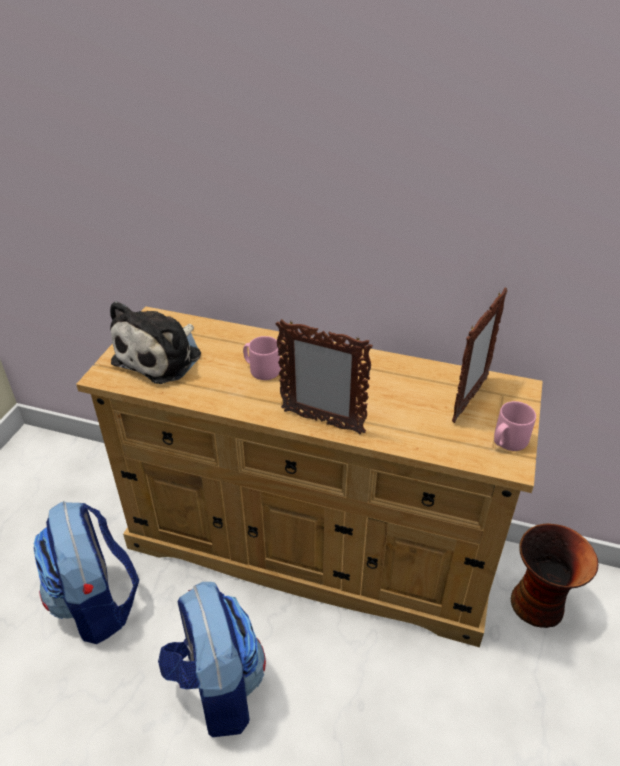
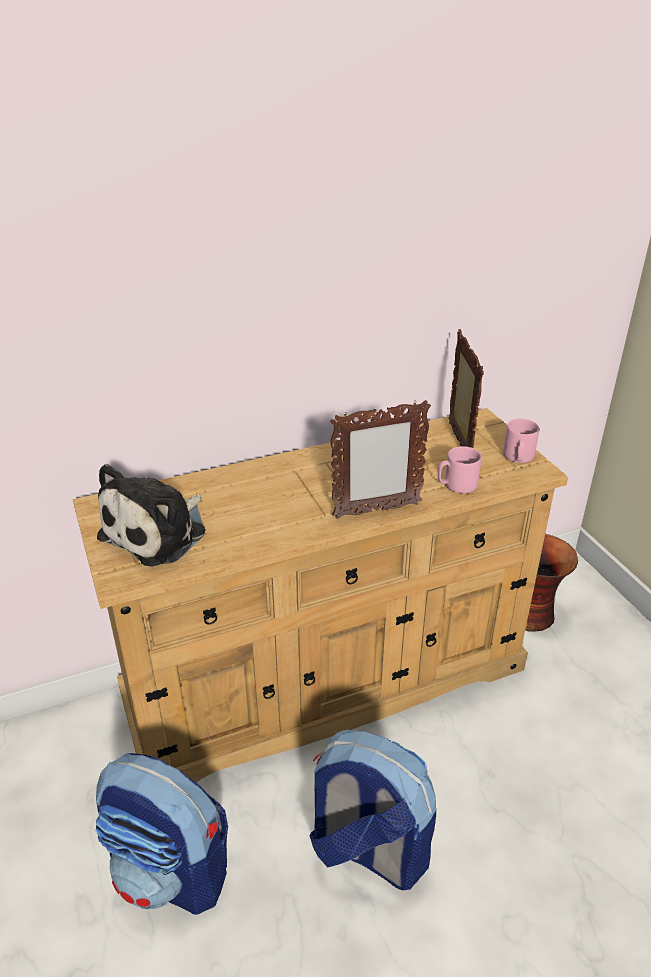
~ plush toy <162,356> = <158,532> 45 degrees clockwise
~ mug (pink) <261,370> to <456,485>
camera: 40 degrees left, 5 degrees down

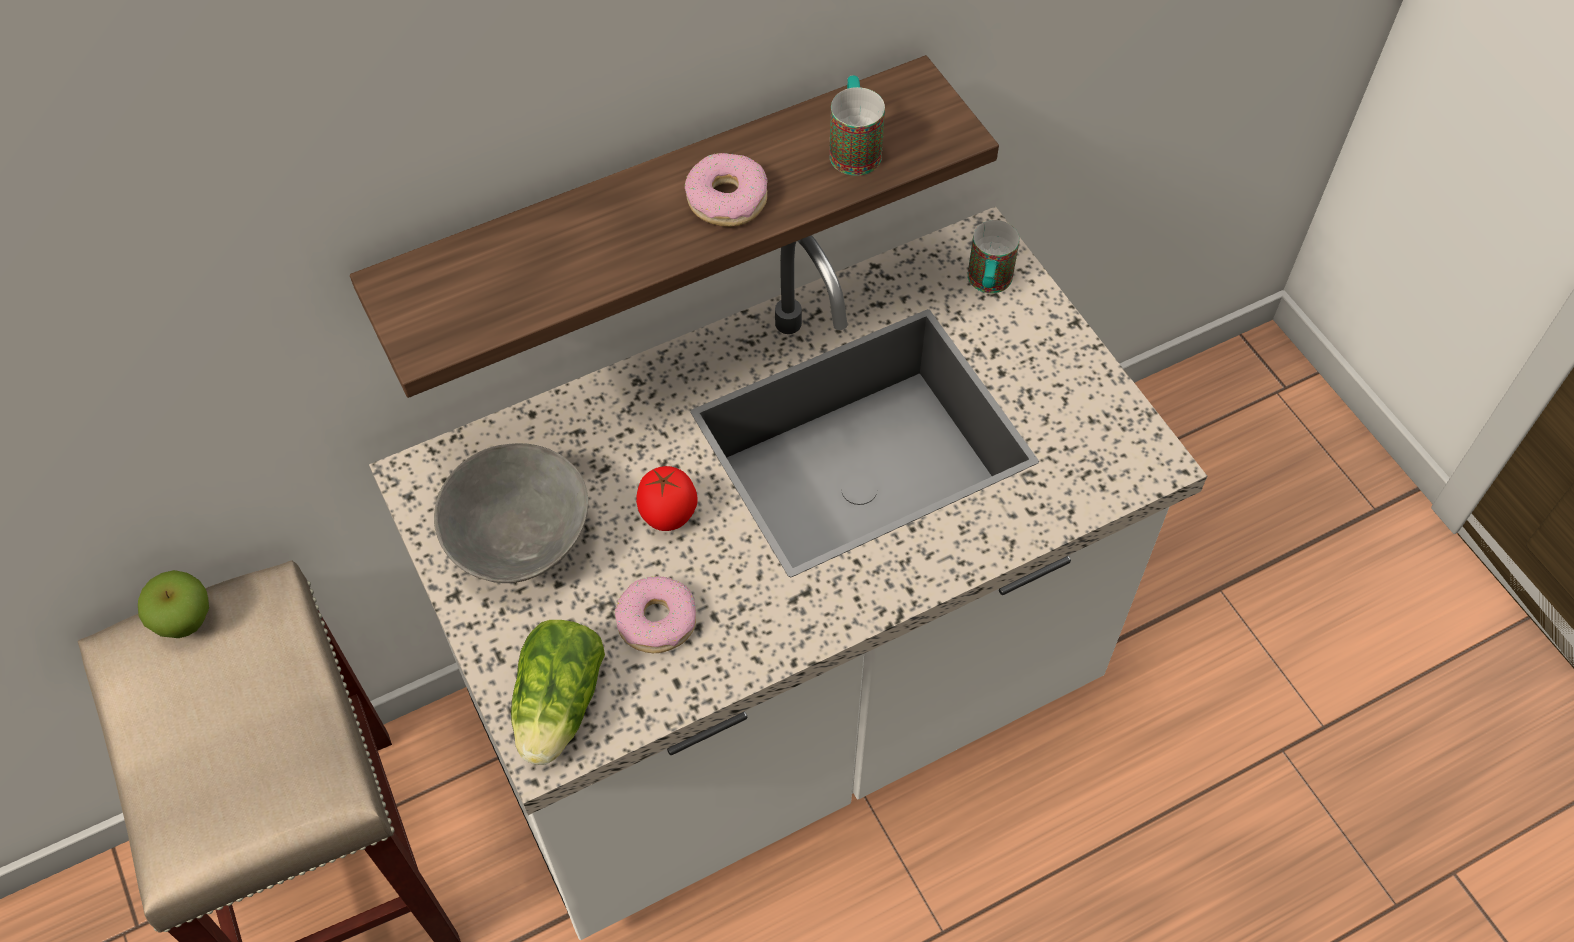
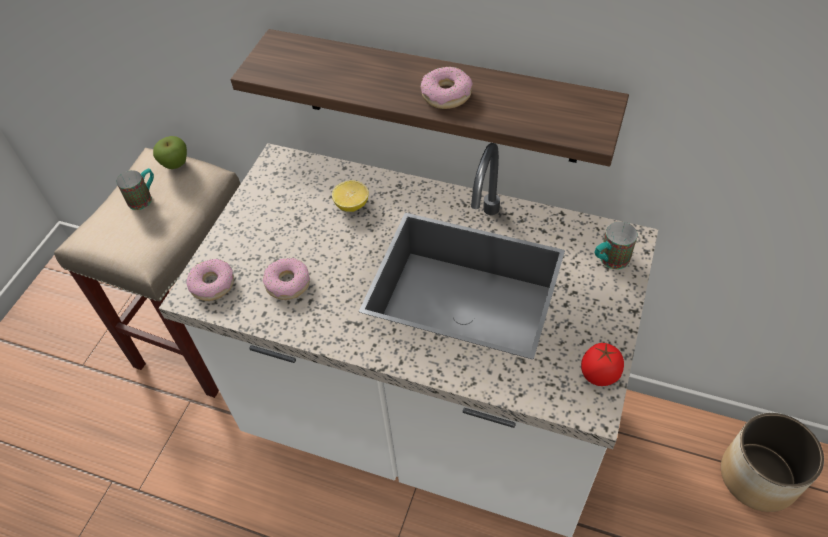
- bowl (grey) <519,543>
~ lettuce <557,709> to donut <212,284>
~ tomato <668,515> to <598,375>
~ mug <854,147> to <144,198>
+ lemon <352,205>
+ planter <758,477>
camera: 50 degrees right, 5 degrees down

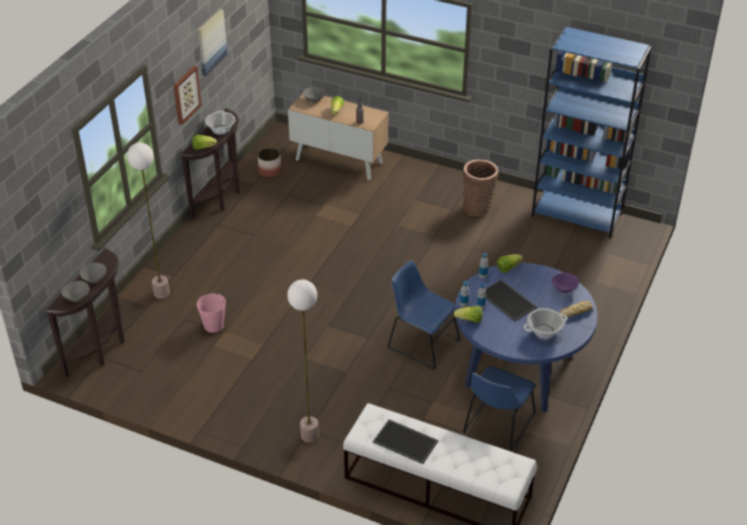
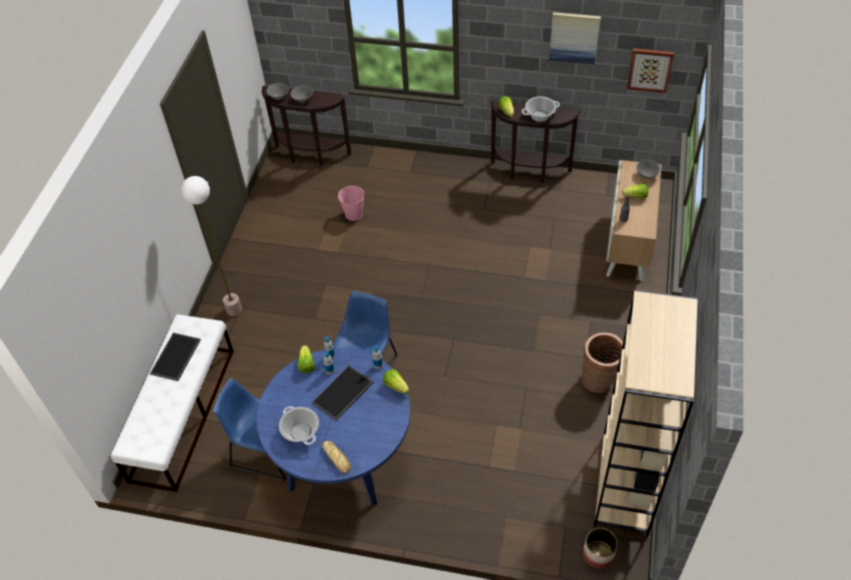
- floor lamp <161,293>
~ picture <186,94> to <650,69>
~ planter <270,171> to <598,554>
~ bookcase (blue) <577,215> to bookcase (beige) <625,485>
- bowl (purple) <563,289>
camera: 80 degrees right, 10 degrees up

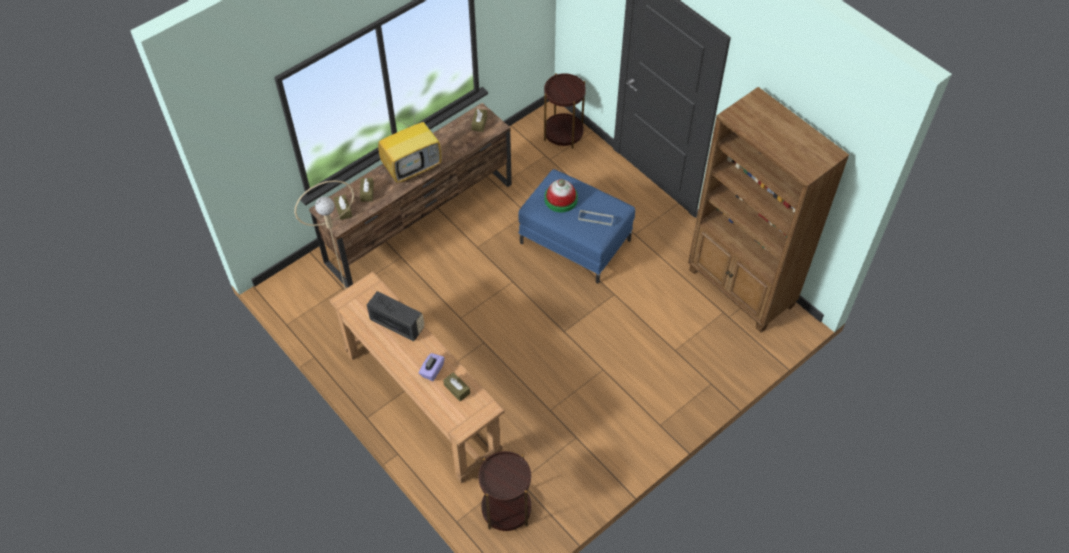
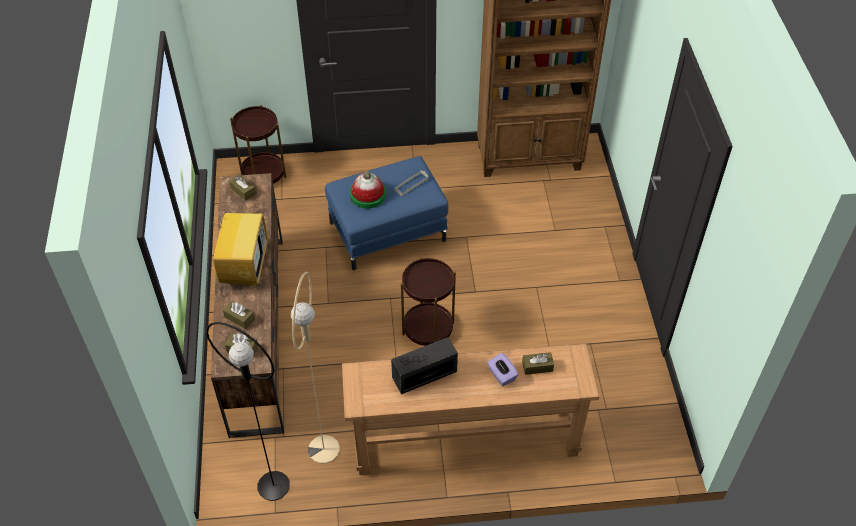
~ side table (brown) <506,509> to <428,328>
+ floor lamp (black) <273,486>
camera: 55 degrees left, 5 degrees down

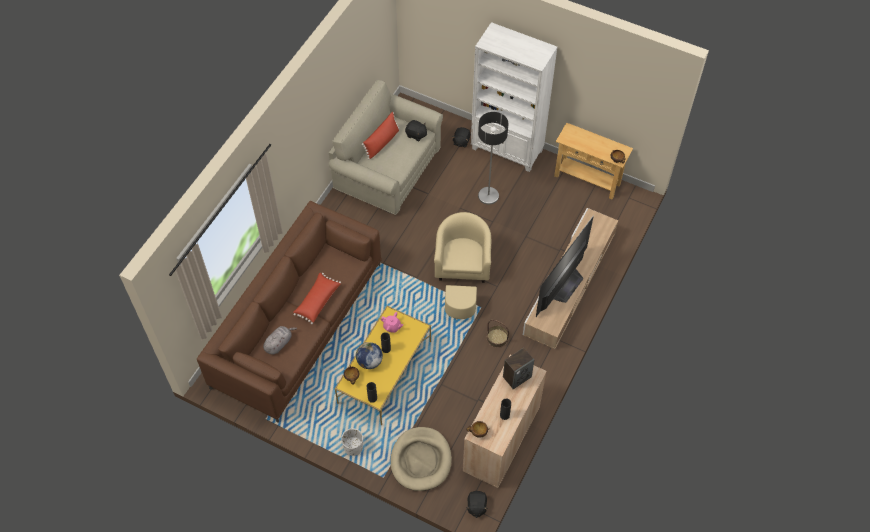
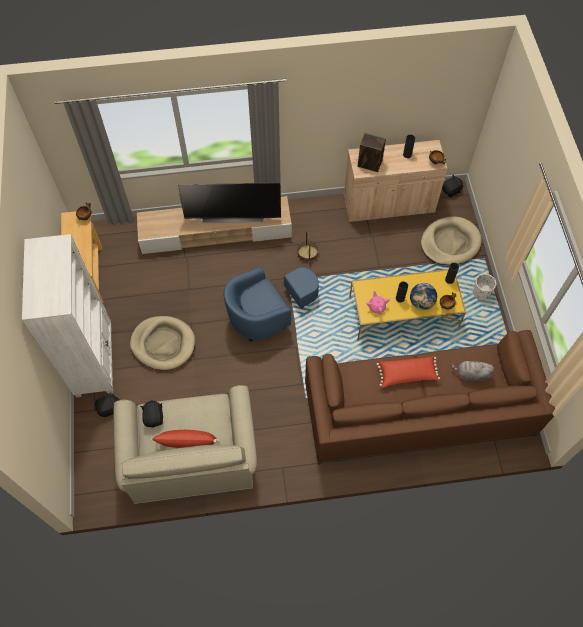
~ armchair (beige) <462,276> to armchair (blue) <267,313>
~ floor lamp <488,196> to dog bed (beige) <163,344>
camera: 125 degrees left, 5 degrees up

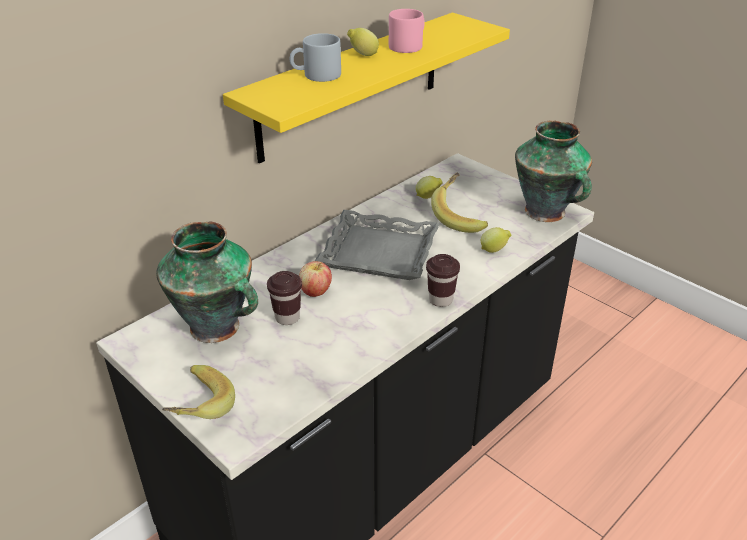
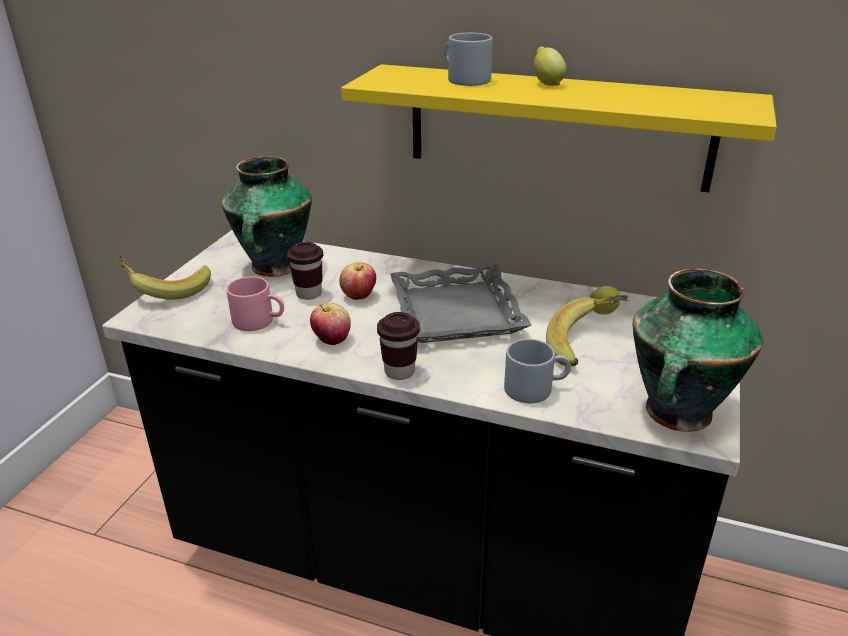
~ mug (pink) <408,45> to <260,321>
~ lemon <494,250> to mug (grey) <535,388>
+ apple <332,340>
camera: 65 degrees right, 5 degrees down

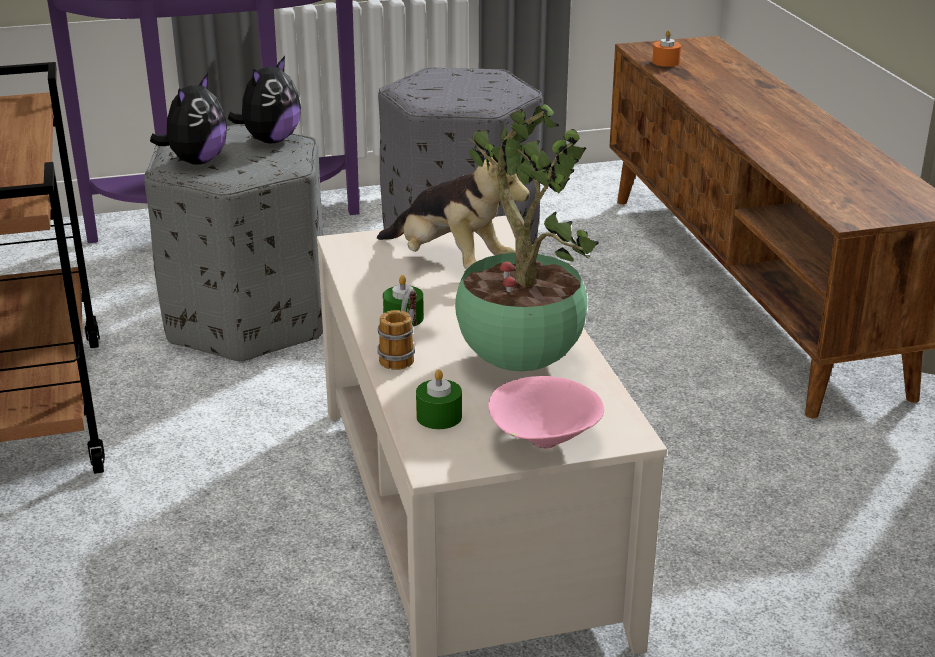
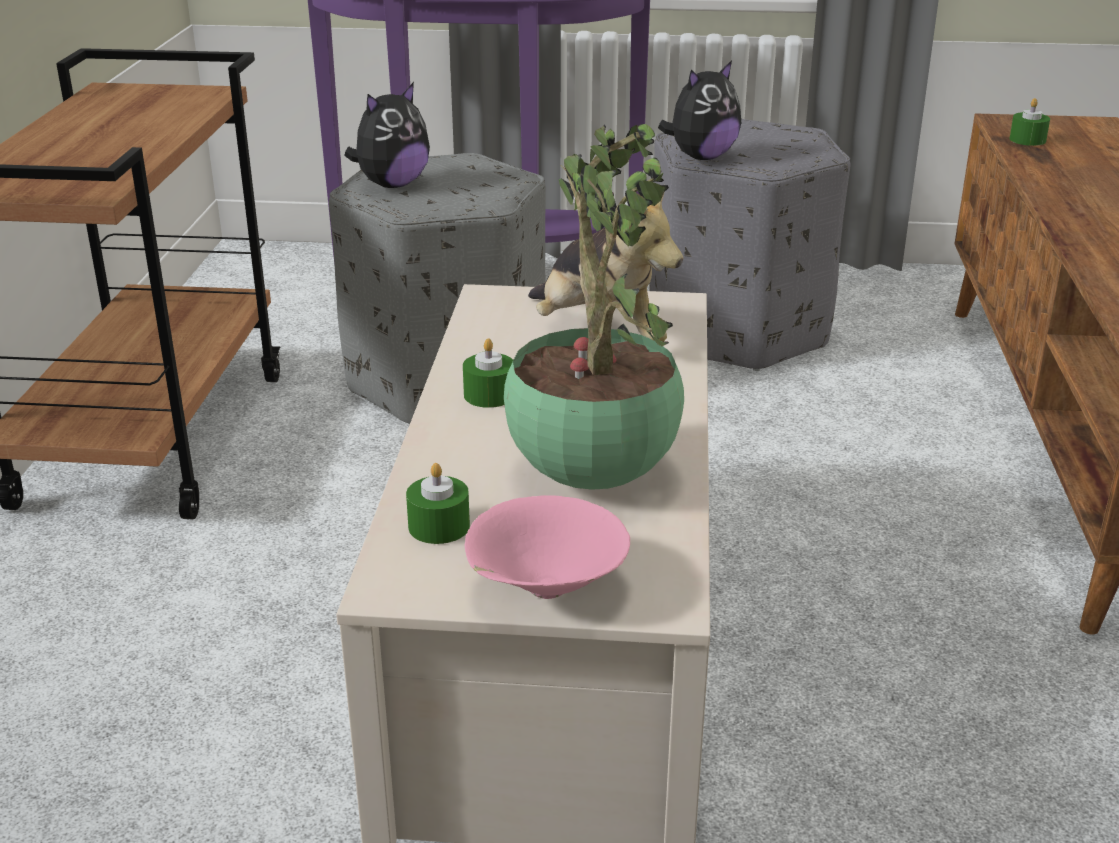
~ plush toy <270,140> to <701,157>
- mug <402,352>
~ candle (orange) <666,62> to candle (green) <1027,140>
camera: 20 degrees right, 0 degrees up

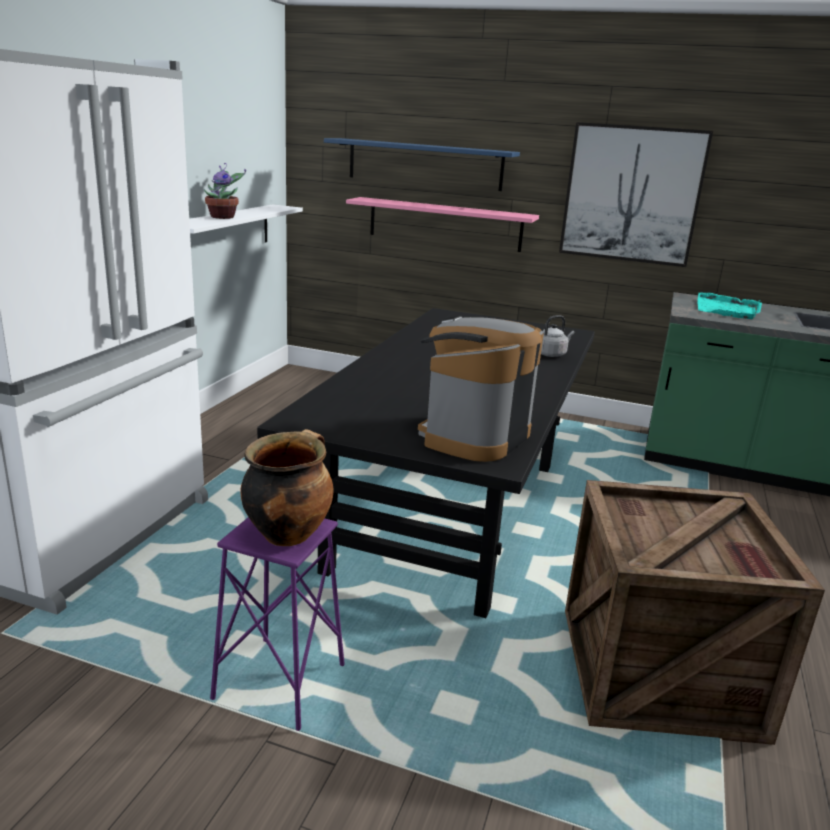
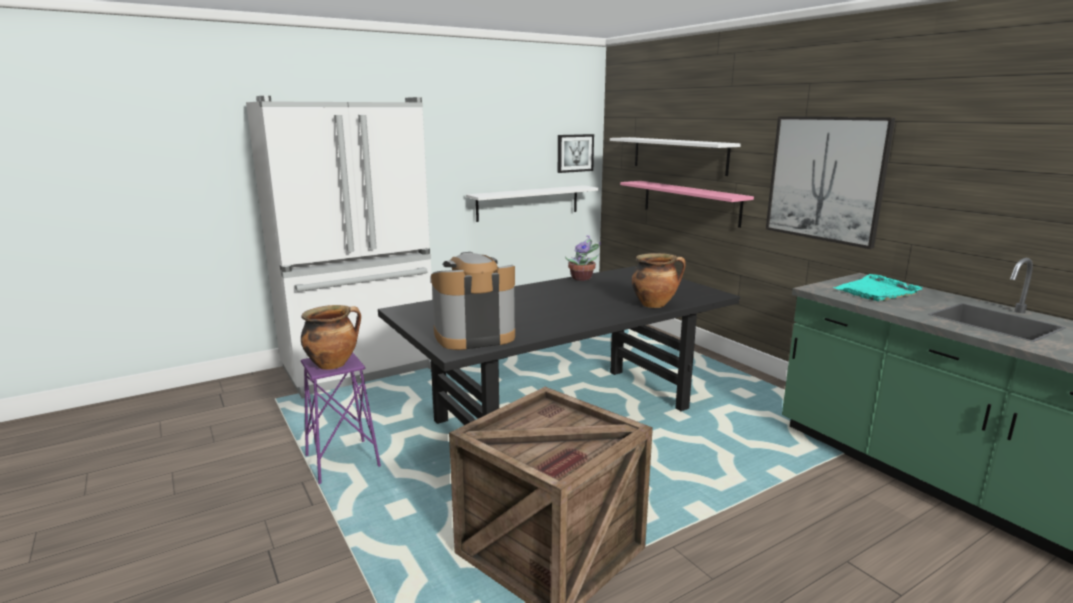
~ potted plant <224,217> to <583,278>
~ shelf (blue) <424,164> to shelf (white) <678,155>
~ kettle (grey) <551,354> to cooking pot <655,304>
+ picture <575,153>
camera: 40 degrees right, 5 degrees down

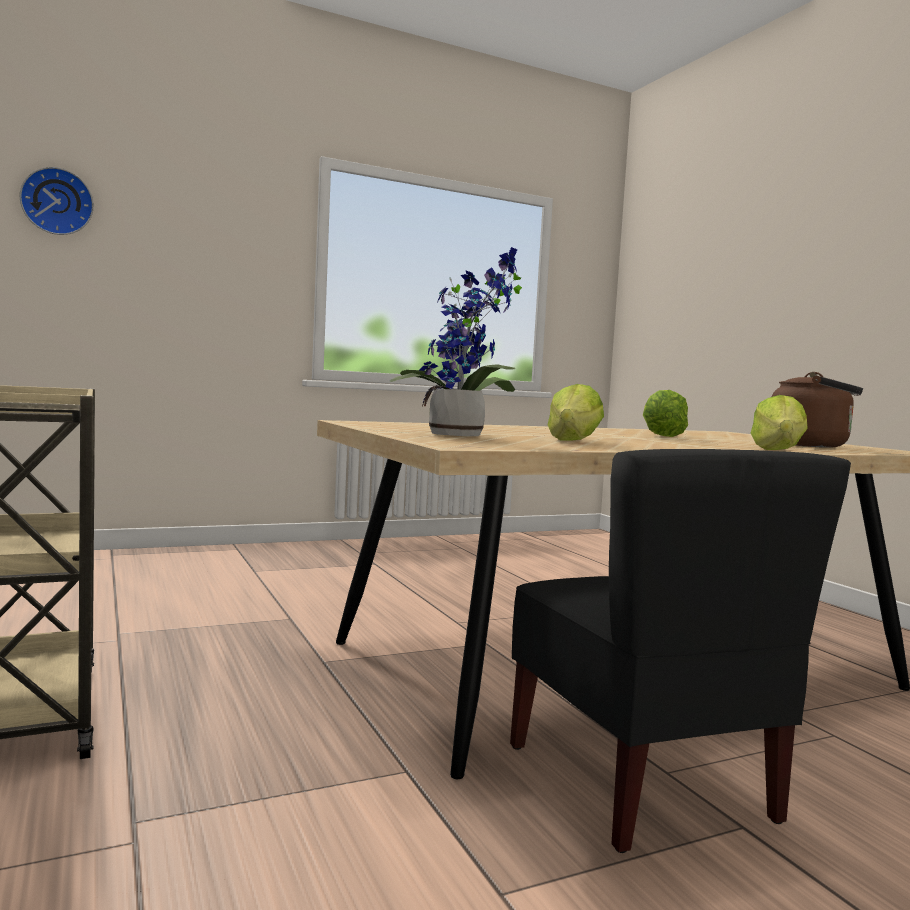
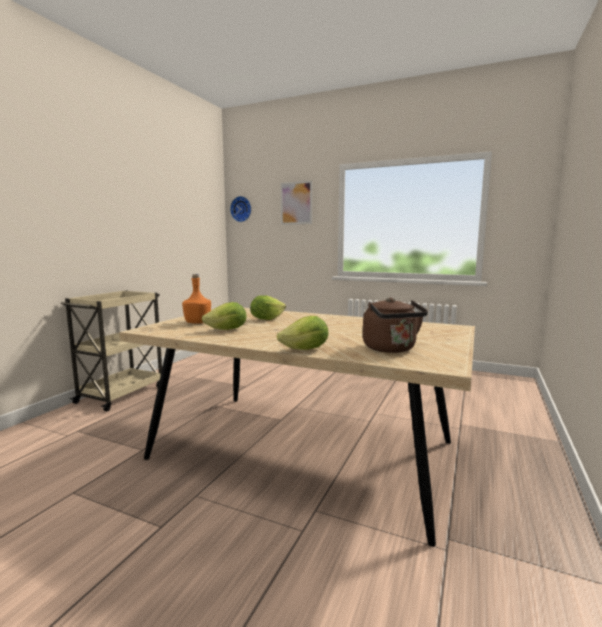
~ potted plant <462,436> to bottle (orange) <197,322>
- chair (black) <643,782>
~ lettuce <662,436> to <266,319>
+ picture <296,203>
camera: 50 degrees right, 5 degrees up

